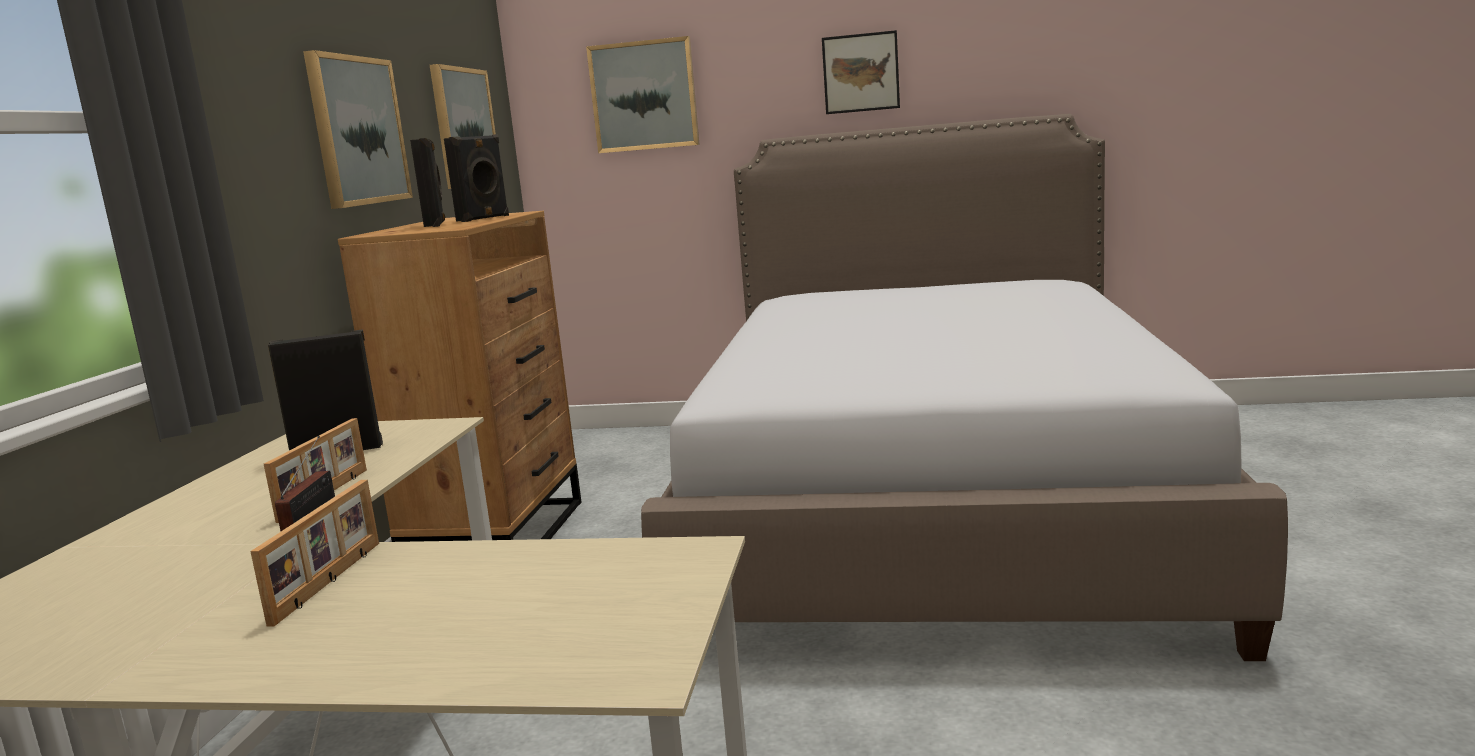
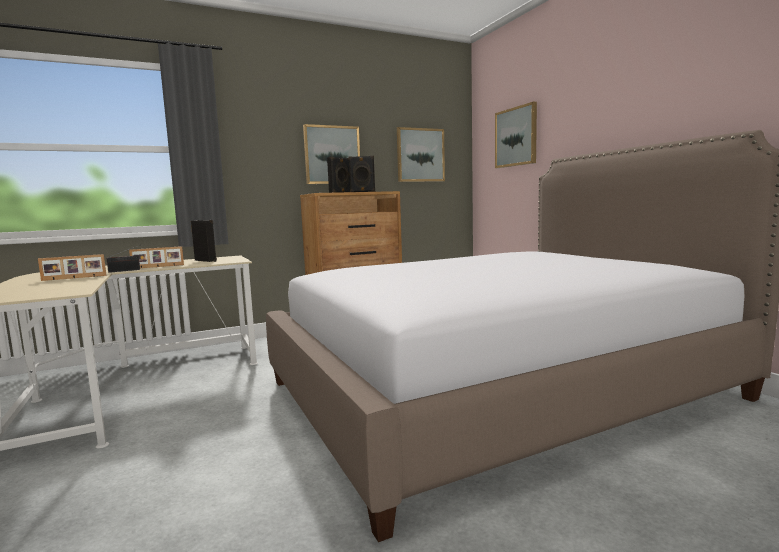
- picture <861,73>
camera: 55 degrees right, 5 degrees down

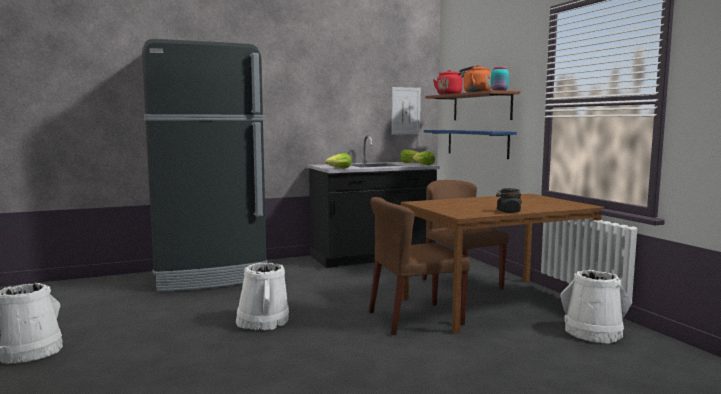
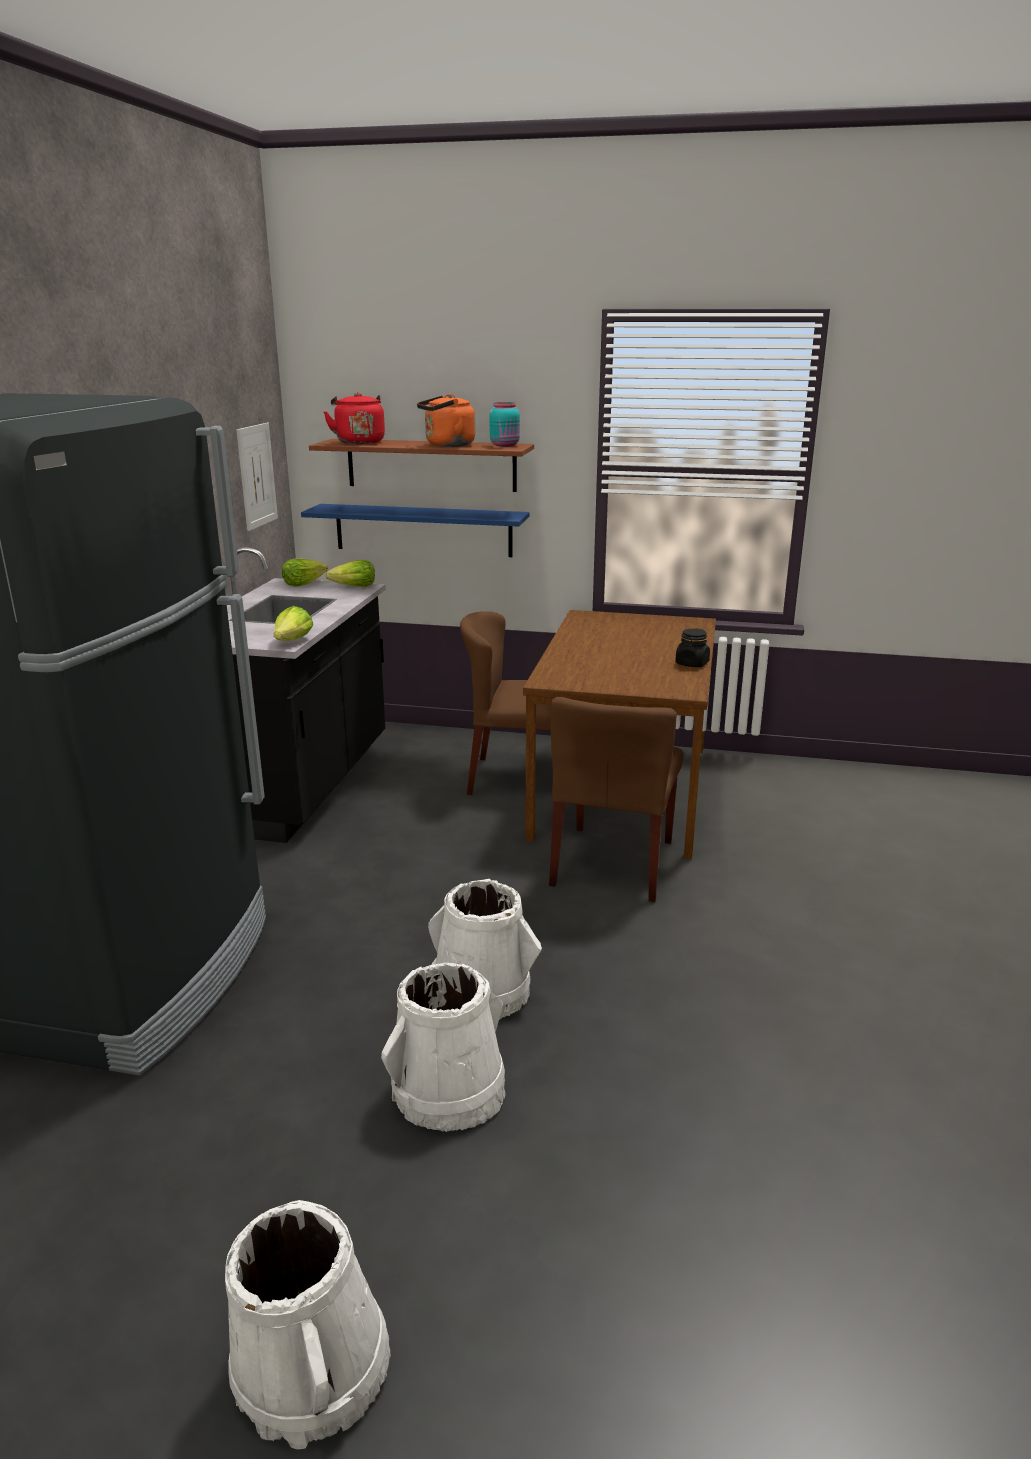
~ bucket (white) <593,333> to <449,1090>
camera: 55 degrees left, 15 degrees up

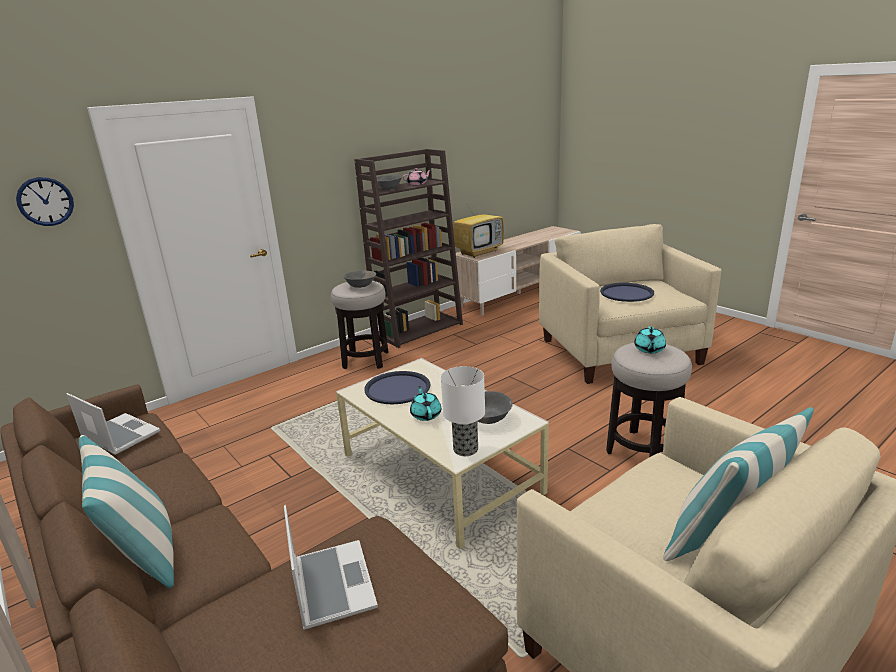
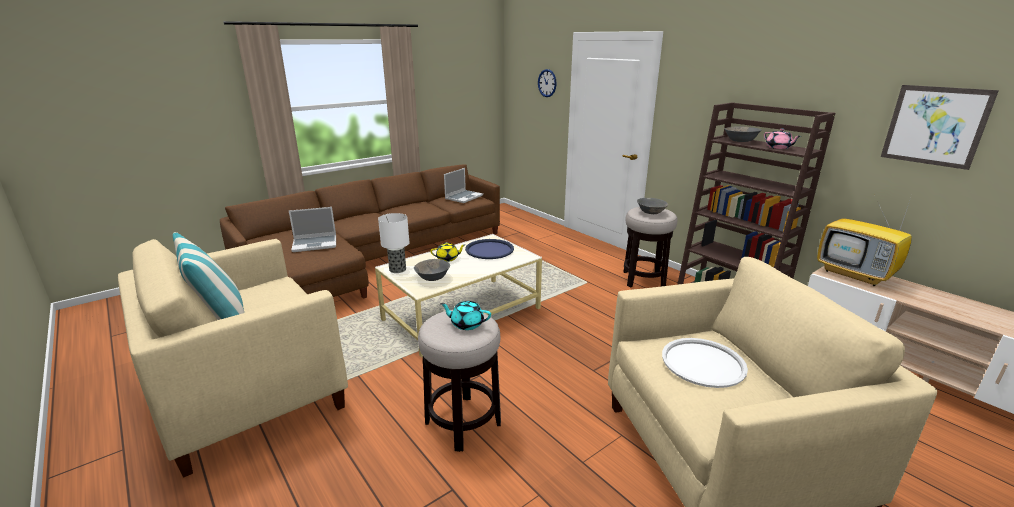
- pillow <144,557>
~ teapot (turquoise) <426,414> to teapot (yellow) <448,258>
~ tray (blue) <626,293> to tray (white) <703,363>
+ picture <935,126>
camera: 90 degrees right, 0 degrees up

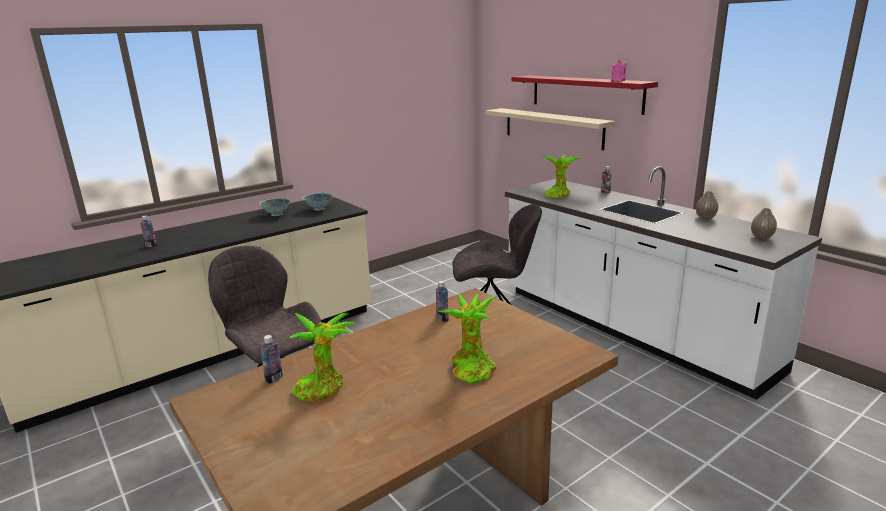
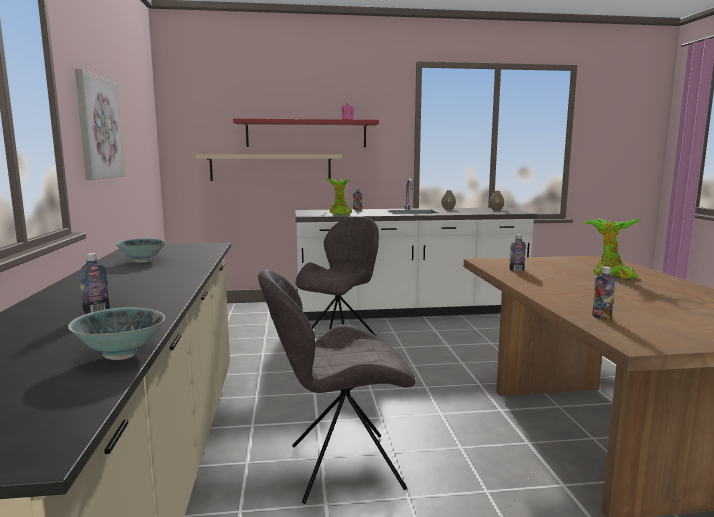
- potted plant <323,388>
~ bowl <318,209> to <120,355>
+ picture <98,128>
camera: 60 degrees left, 10 degrees down

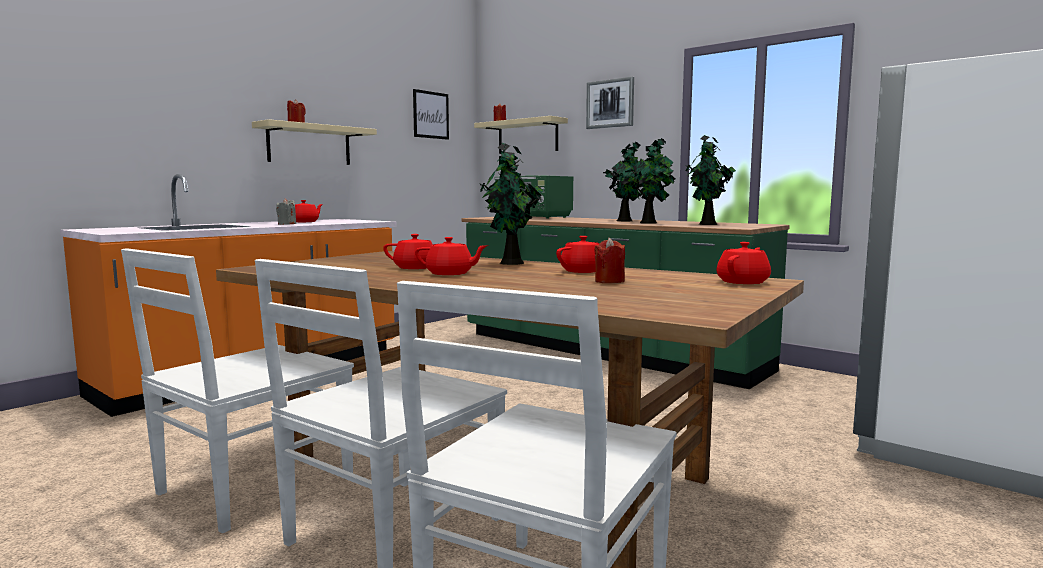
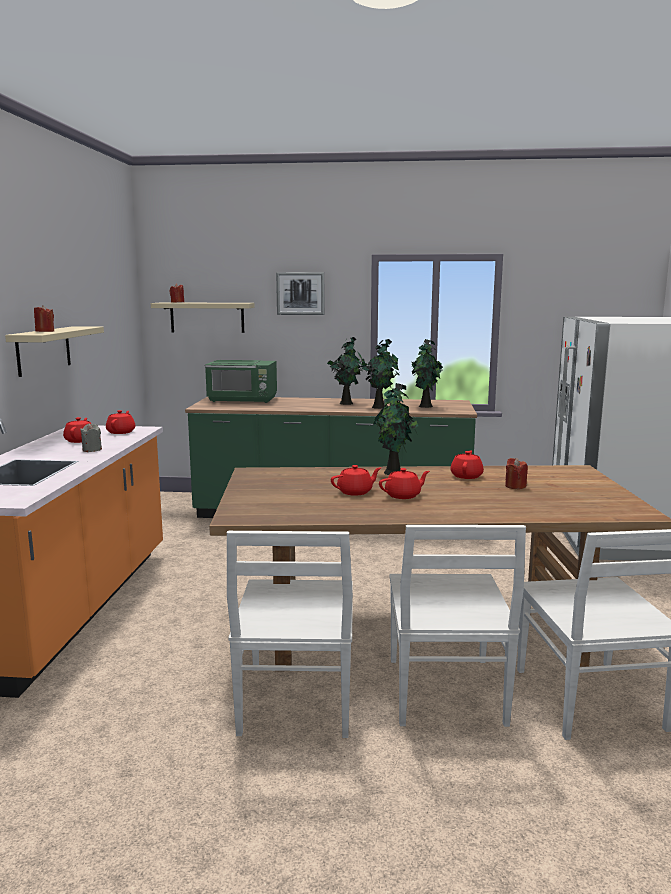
- picture <430,115>
~ teapot (red) <743,282> to <121,432>
camera: 35 degrees left, 5 degrees up

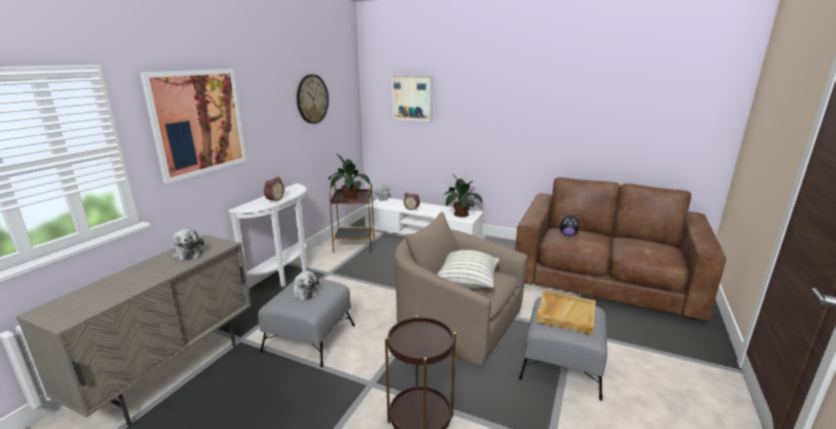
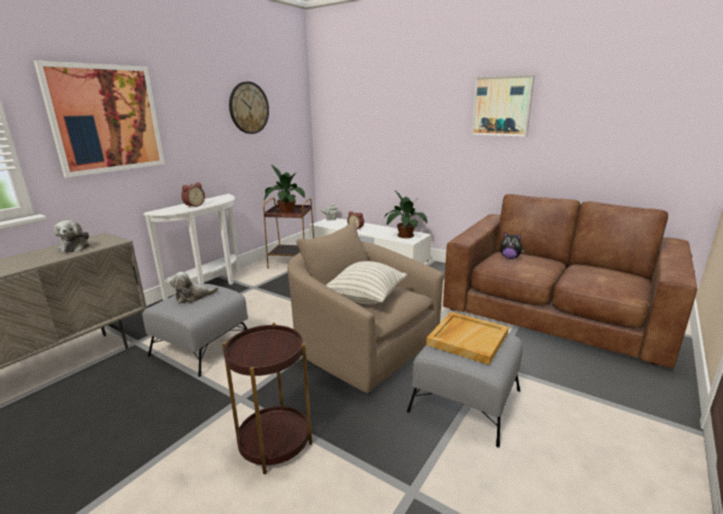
~ plush toy <304,292> = <193,297> 90 degrees clockwise
~ picture <412,97> to <501,106>
camera: 10 degrees right, 0 degrees up

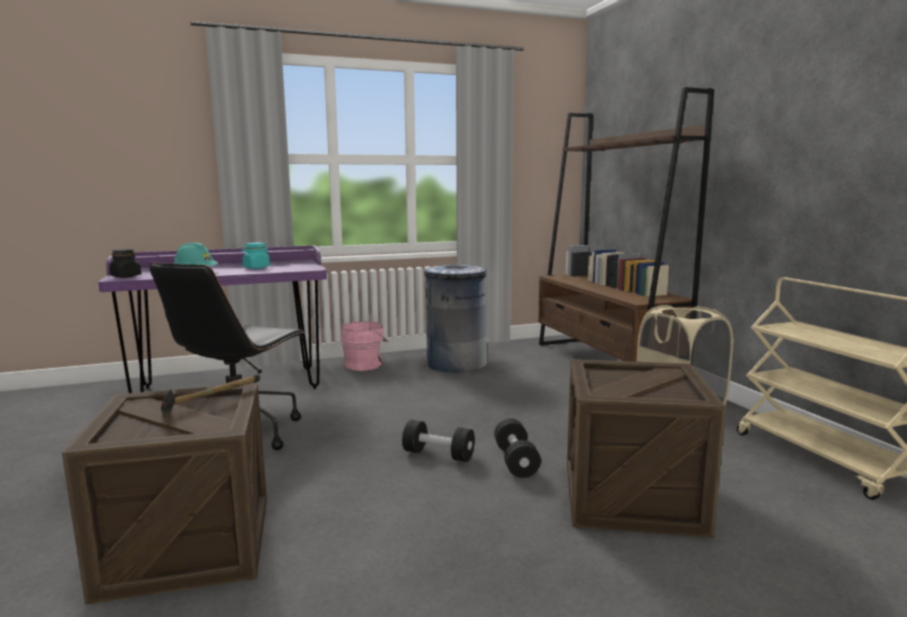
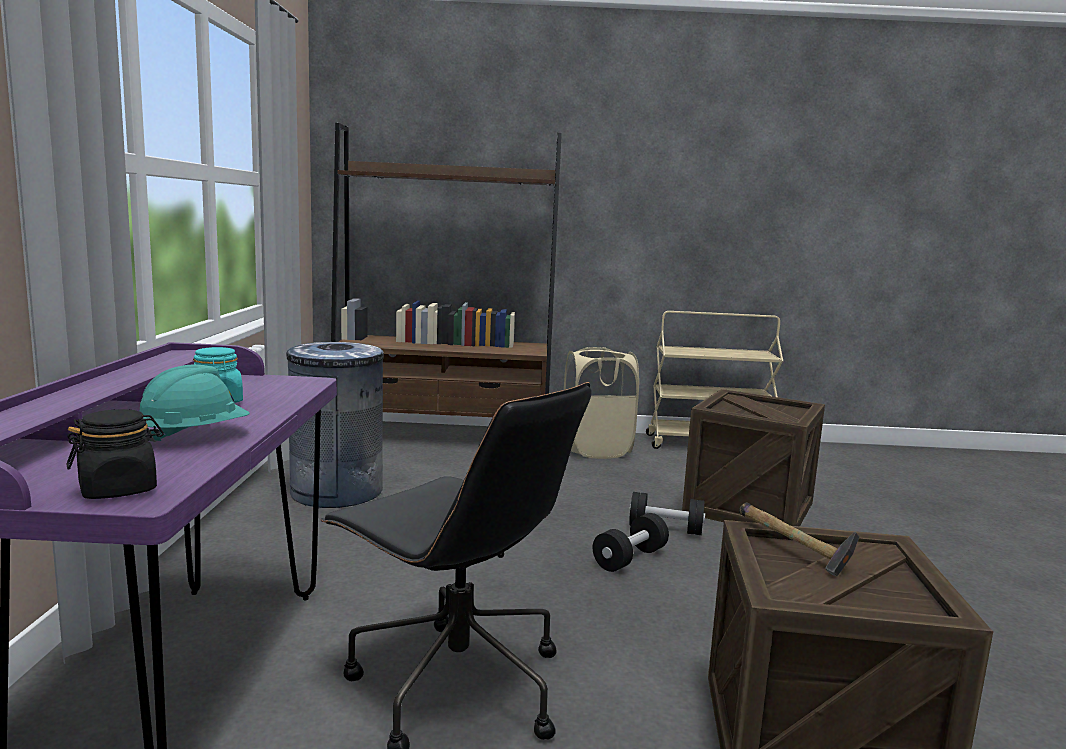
- bucket (pink) <365,364>
camera: 70 degrees left, 0 degrees up

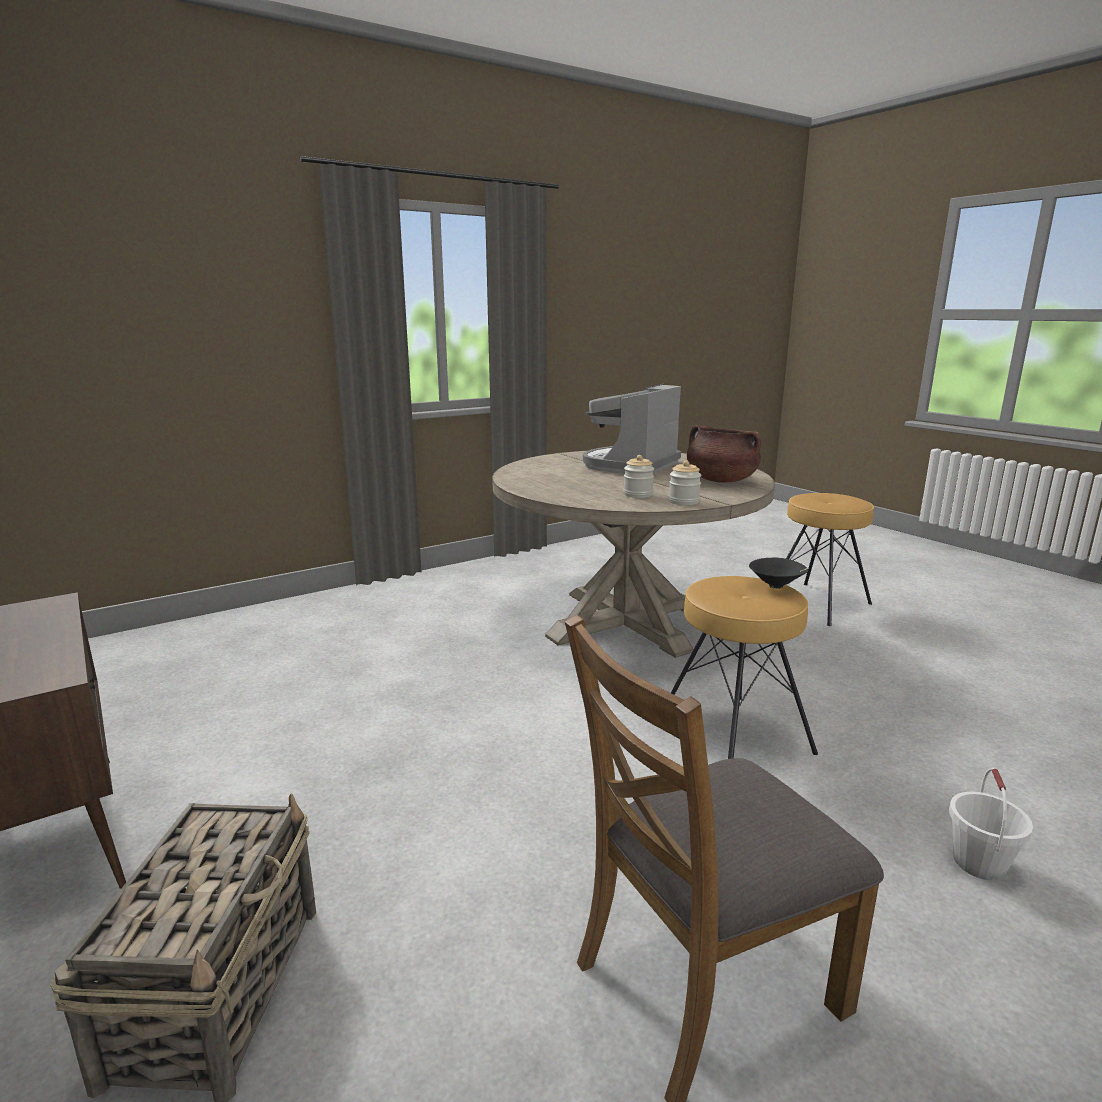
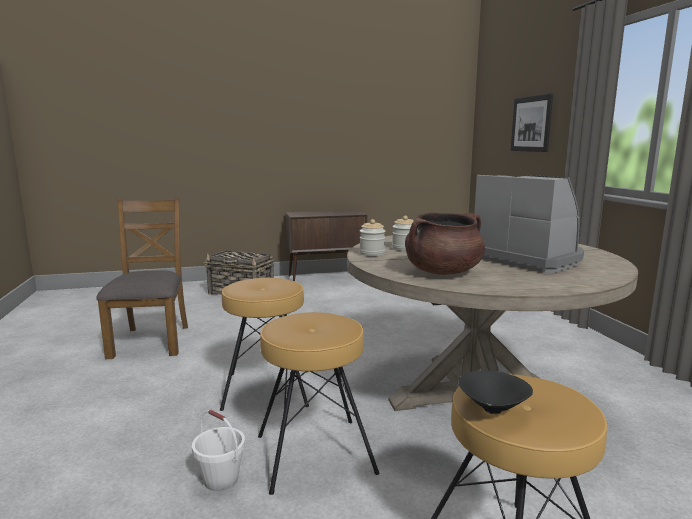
~ bowl (black) <777,586> to <492,411>
~ bucket (white) <980,863> to <220,479>
+ stool (brown) <314,453>
+ picture <531,124>
camera: 110 degrees right, 5 degrees down

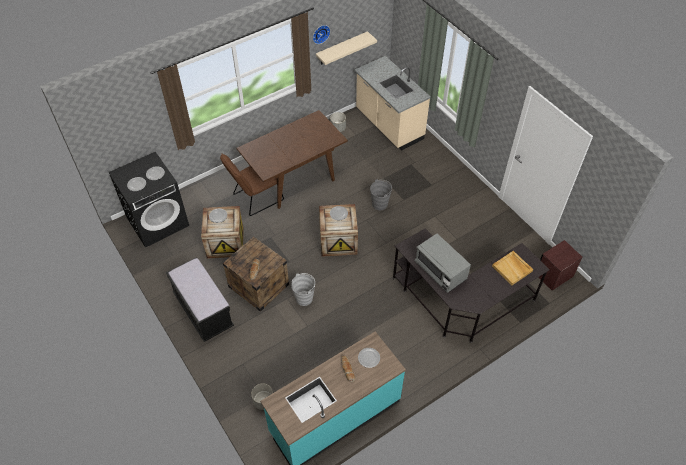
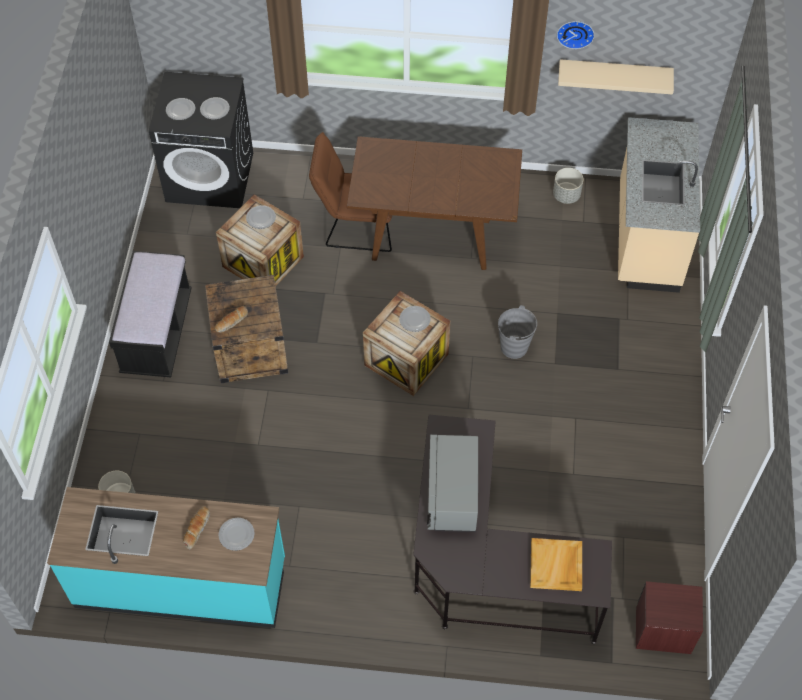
- bucket (grey) <304,298>
camera: 40 degrees right, 5 degrees up

